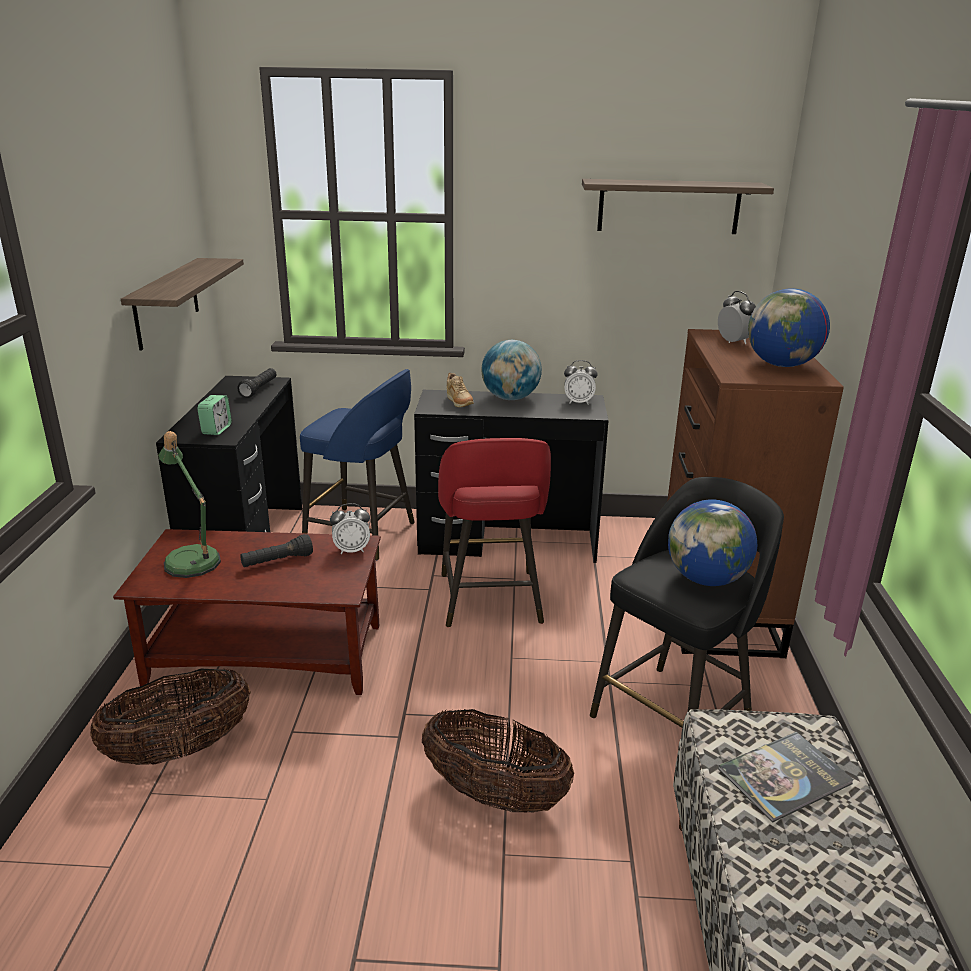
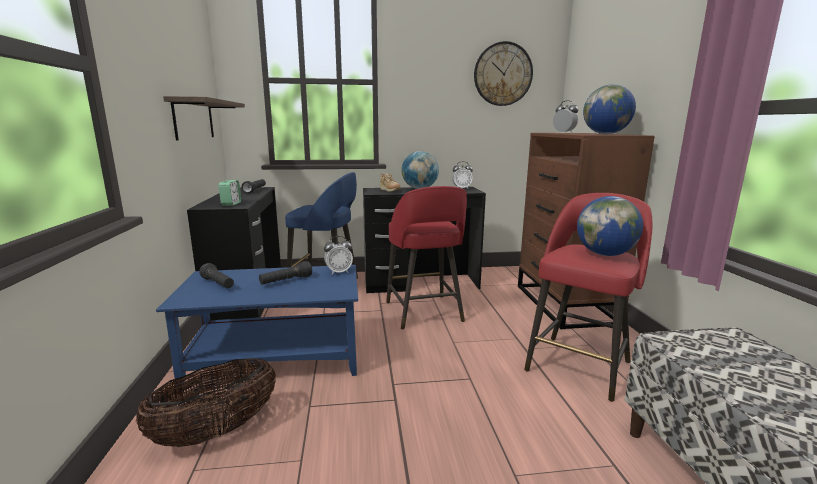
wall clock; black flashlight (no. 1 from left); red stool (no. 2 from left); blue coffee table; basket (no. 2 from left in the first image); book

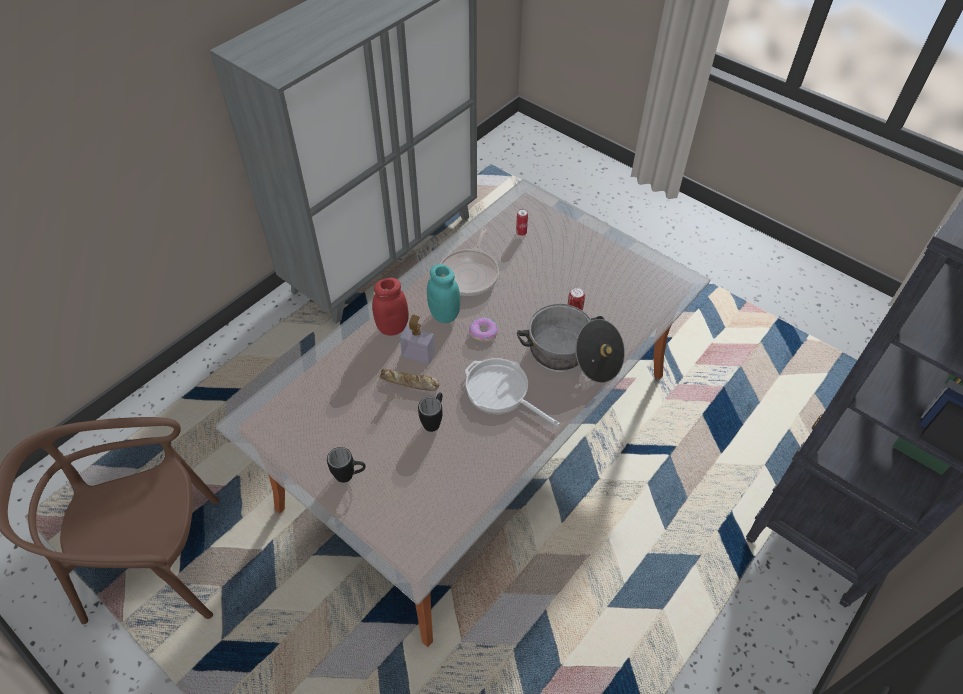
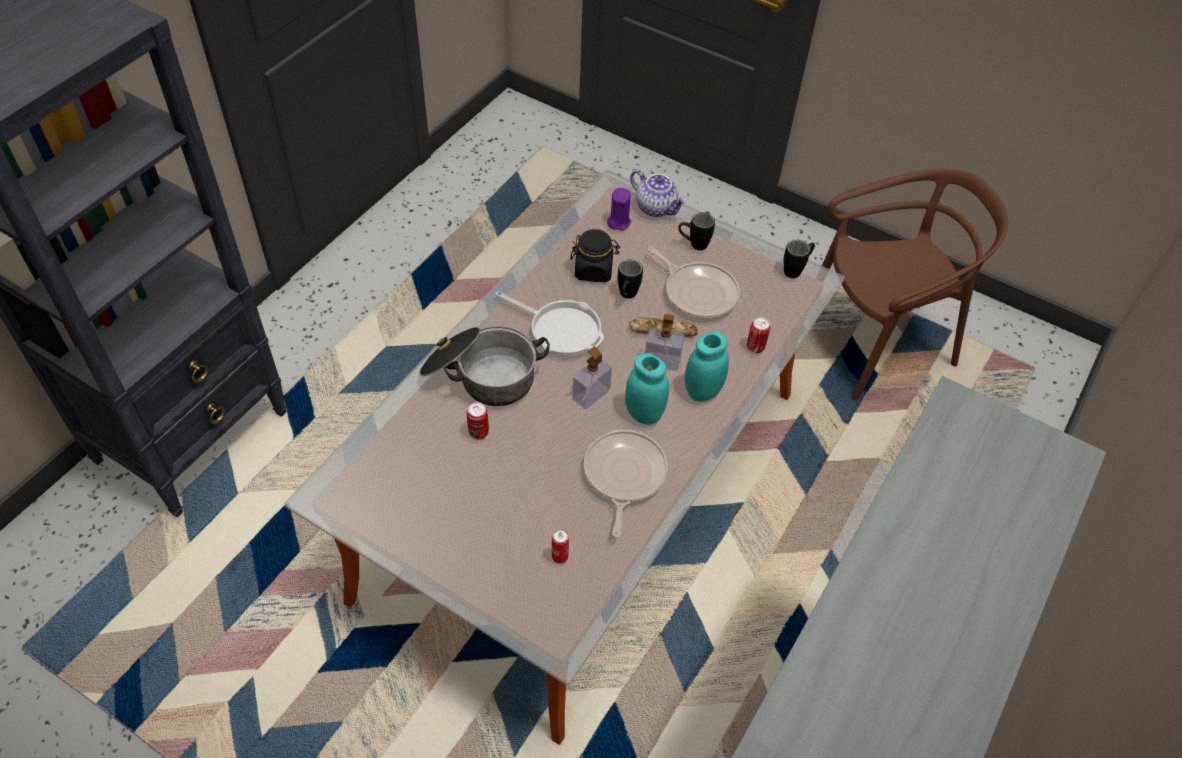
turquoise jar (no. 2 from left); soap dispenser (no. 1 from left); teapot; purple candle; black jar; black mug (no. 3 from left); frying pan (no. 3 from left); can (no. 3 from left)

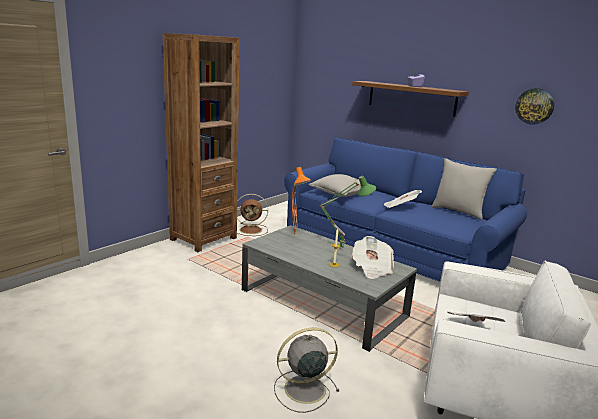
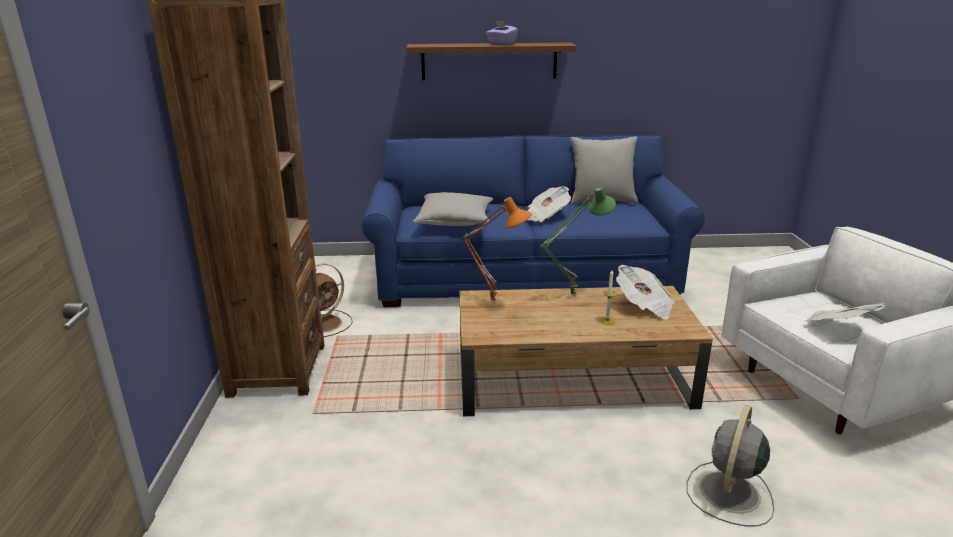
wall clock; brown coffee table

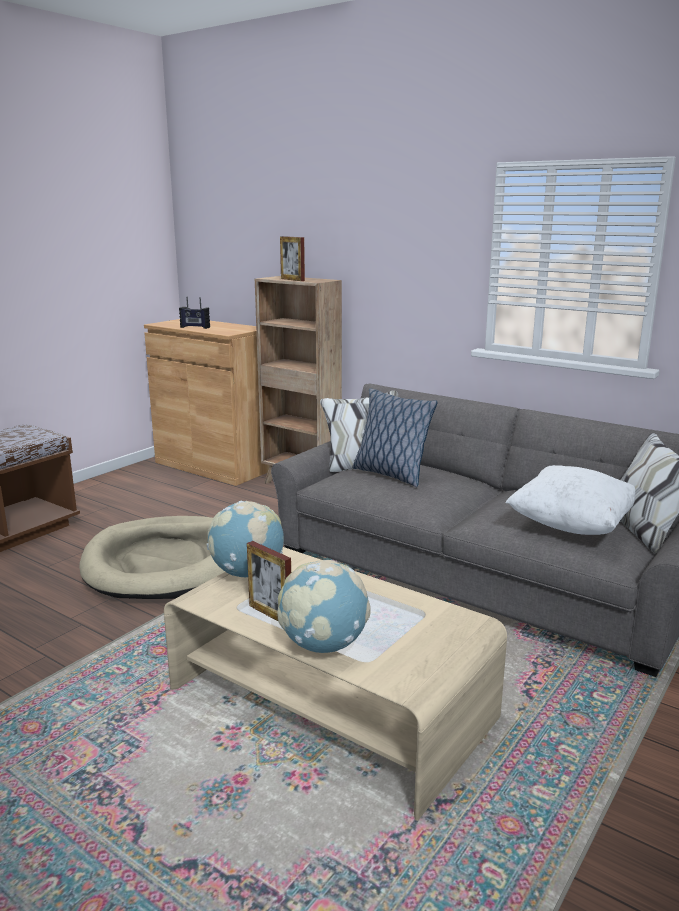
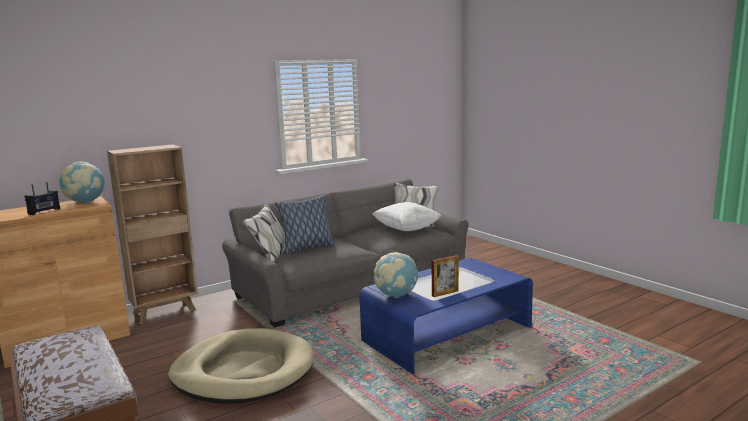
picture frame (no. 2 from left in the first image); blue coffee table; globe (no. 1 from left)

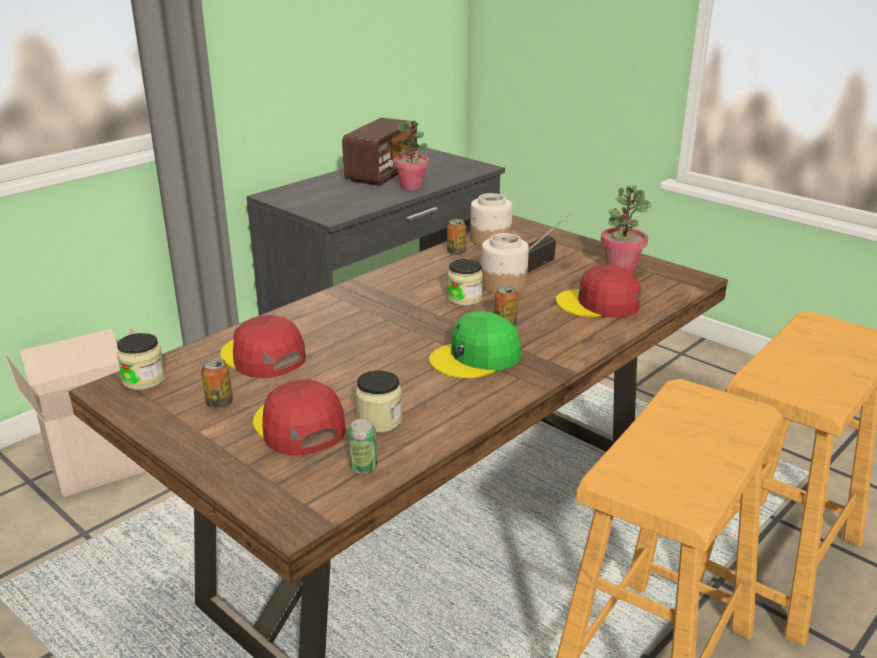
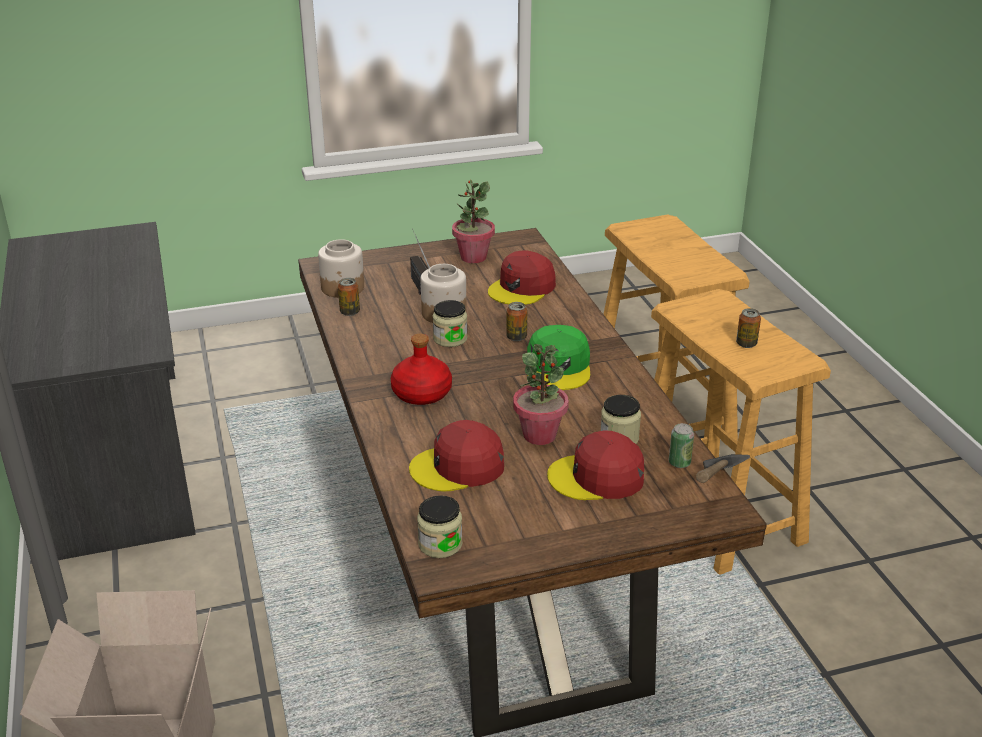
radio (no. 1 from left in the first image); potted plant (no. 2 from left); can (no. 4 from left); red bottle; hammer

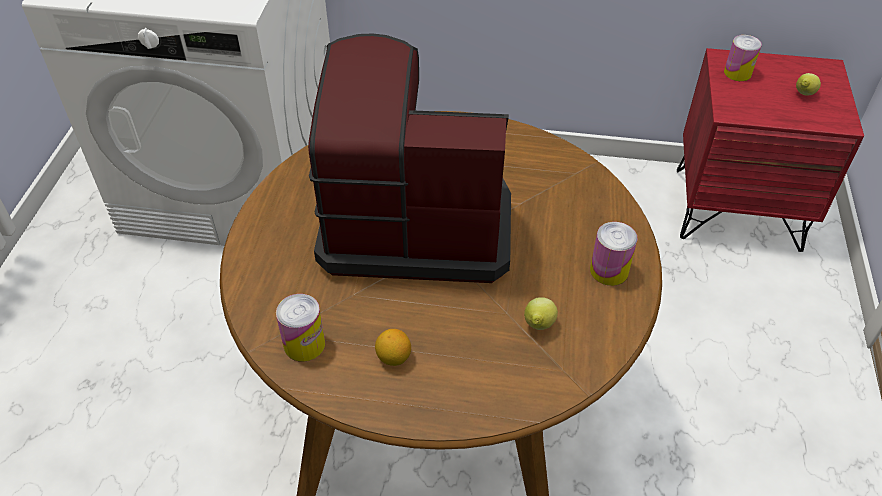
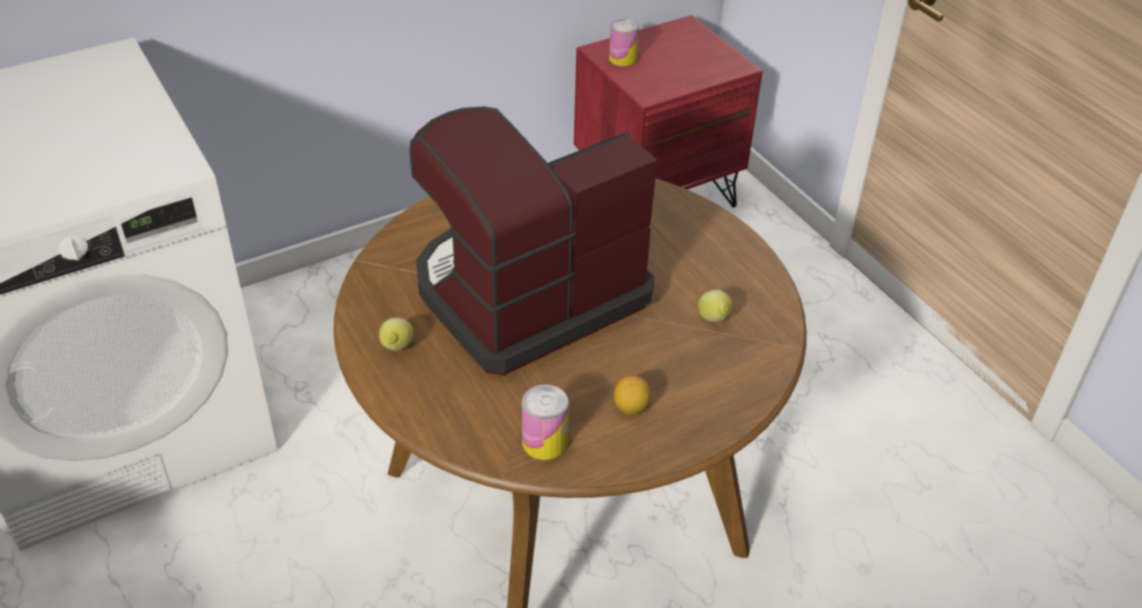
lemon (no. 1 from left); can (no. 2 from left in the first image)

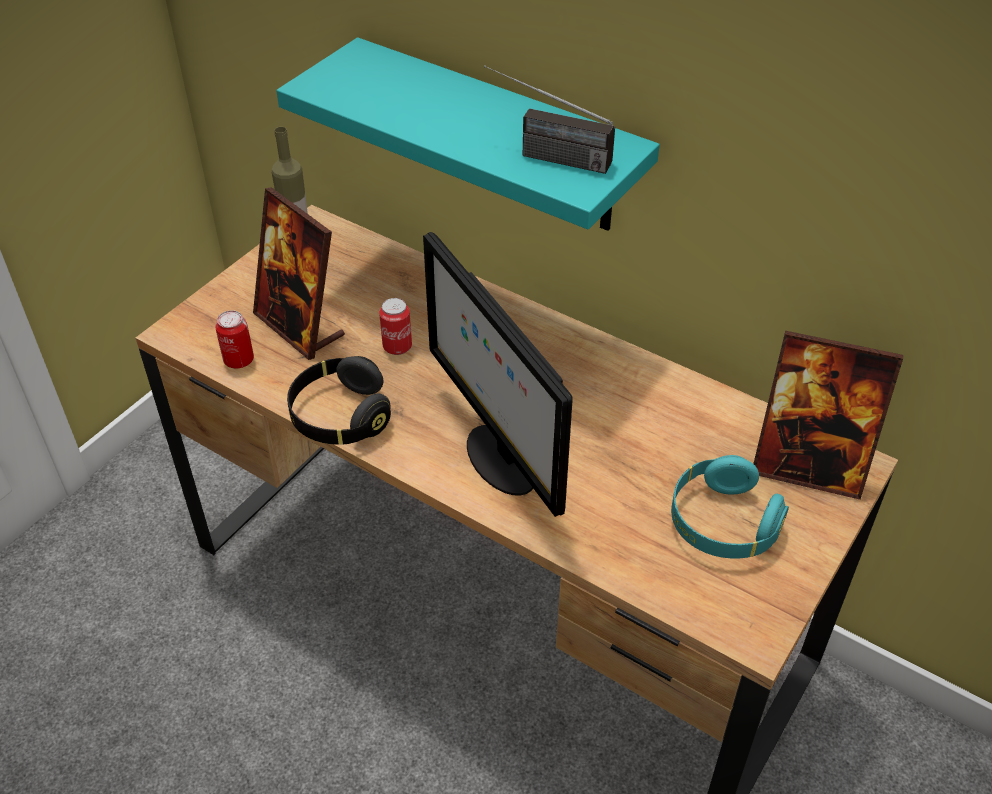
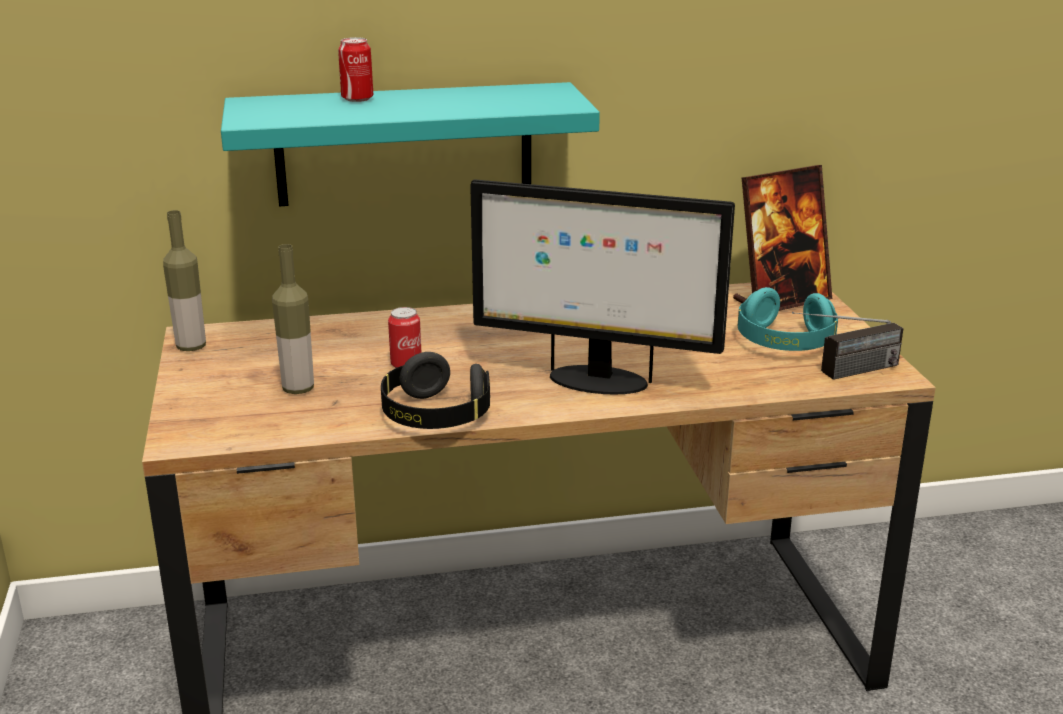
radio; bottle (no. 2 from left); can (no. 1 from left)

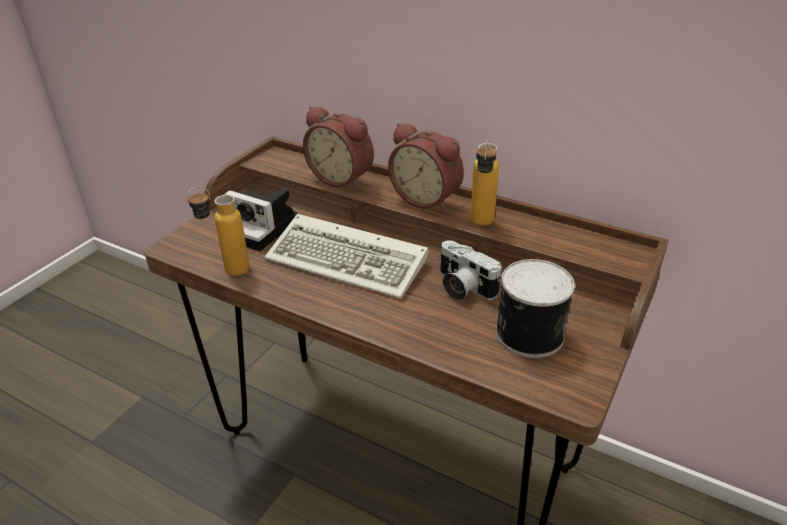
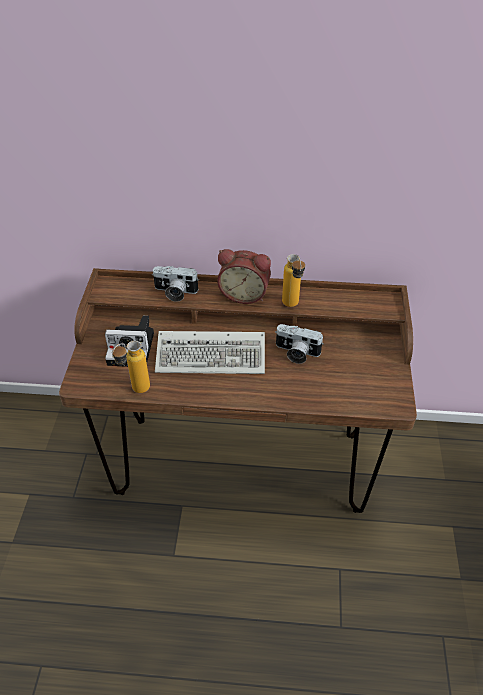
photo camera (no. 2 from left); can

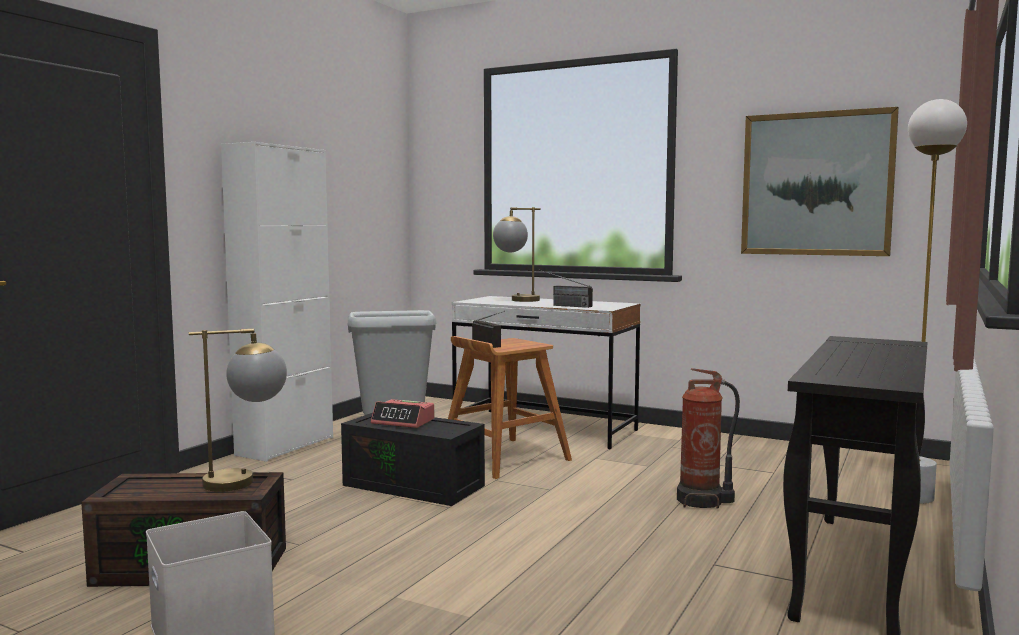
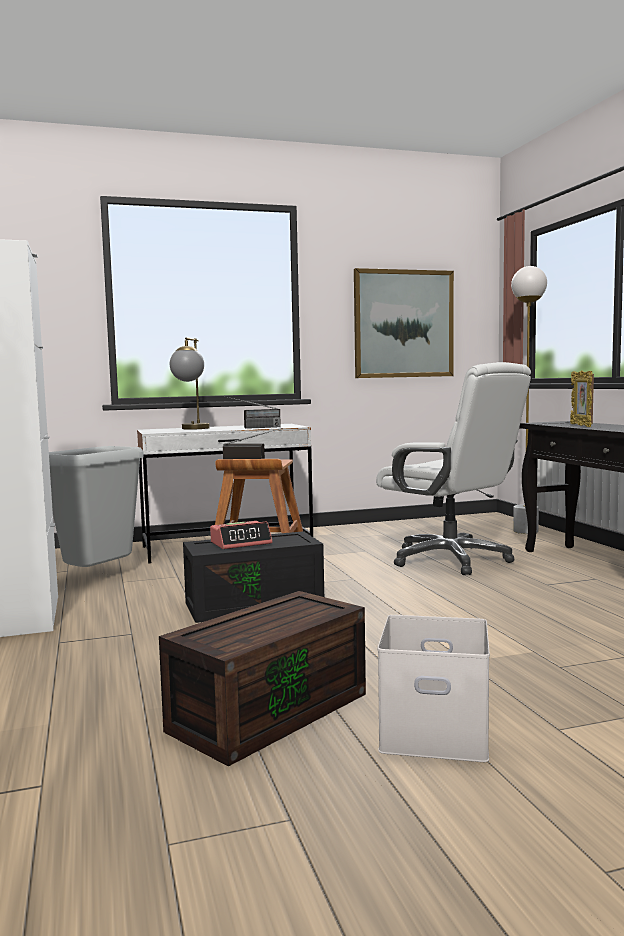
table lamp (no. 1 from left in the first image); white office chair; picture frame

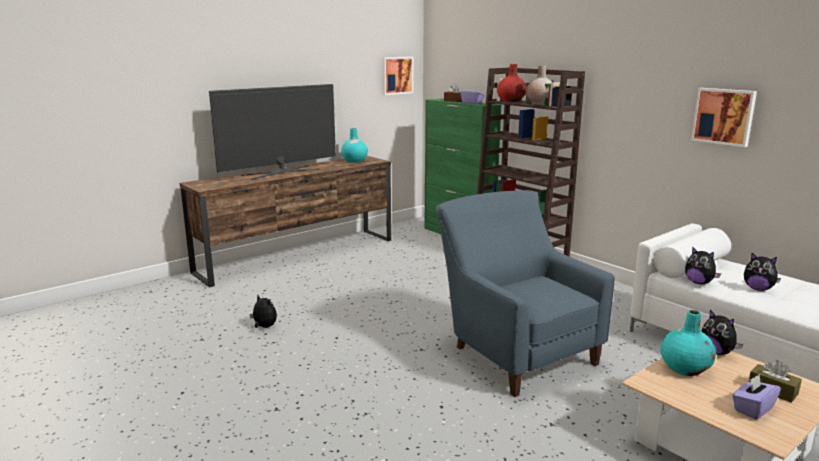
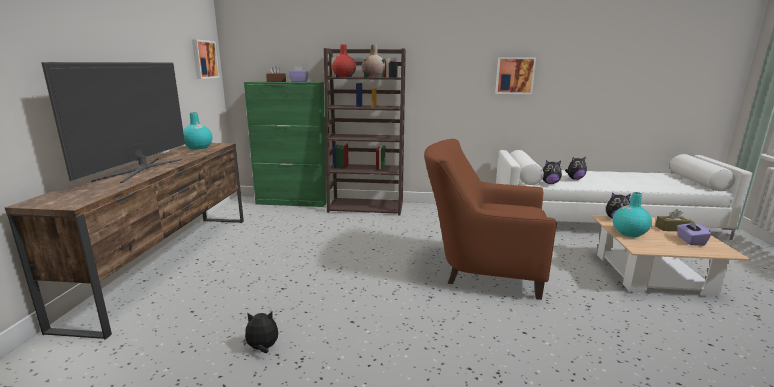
brown armchair

